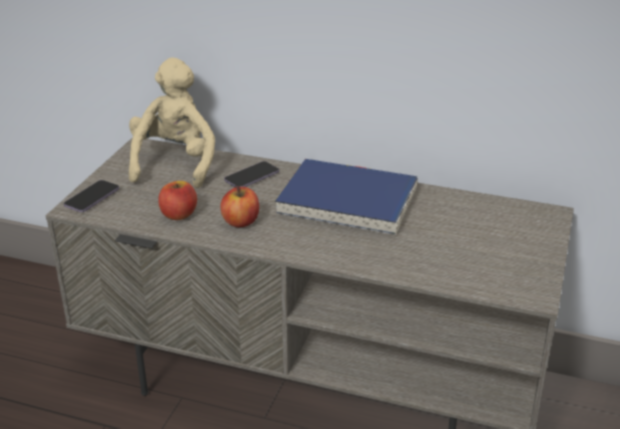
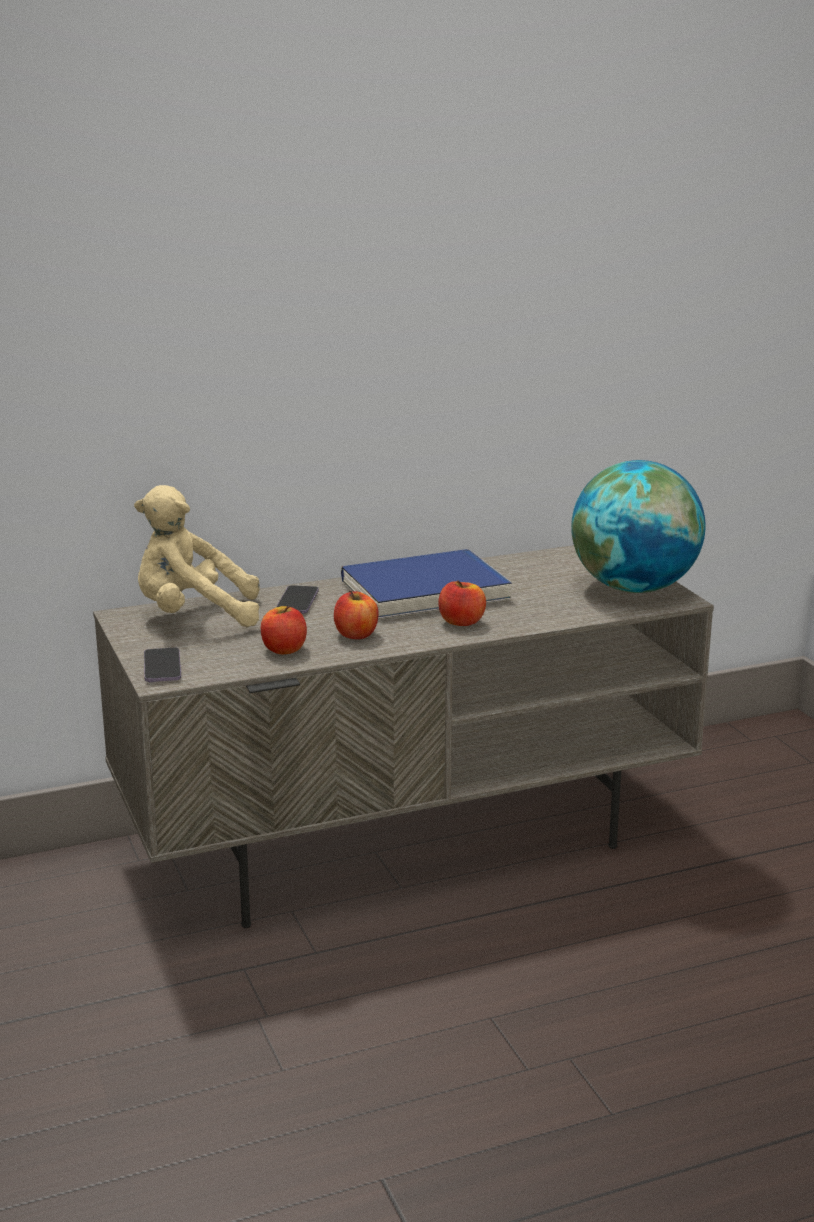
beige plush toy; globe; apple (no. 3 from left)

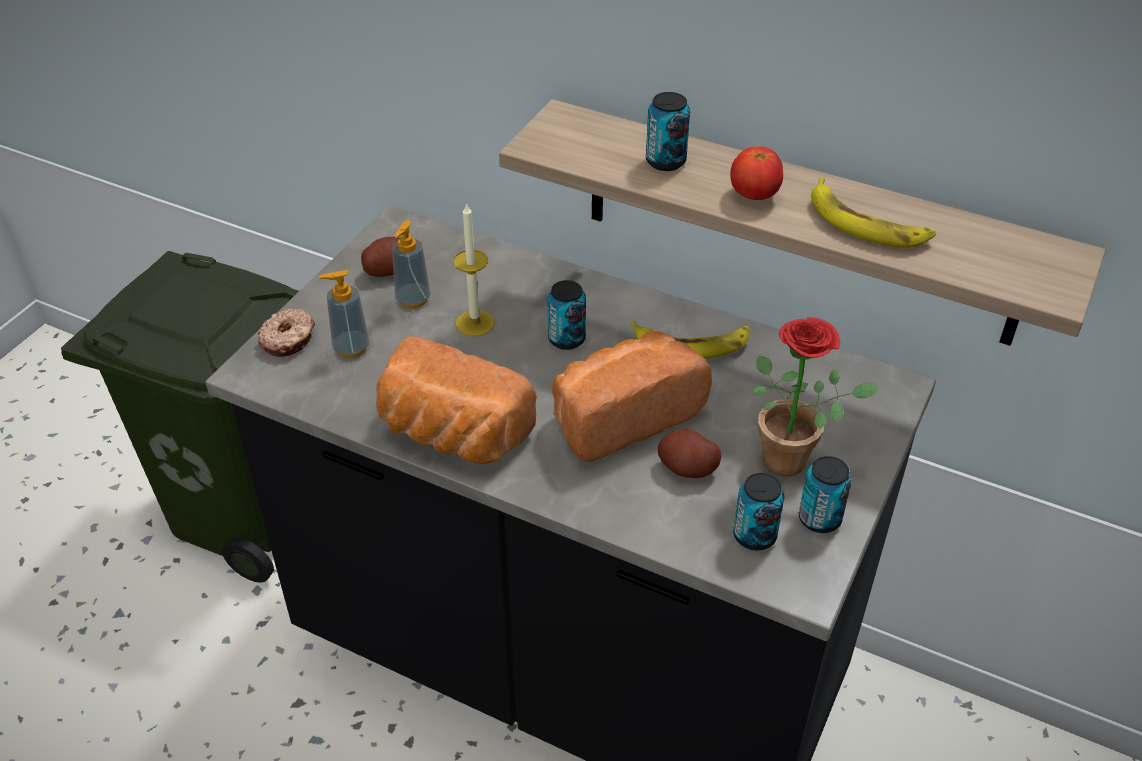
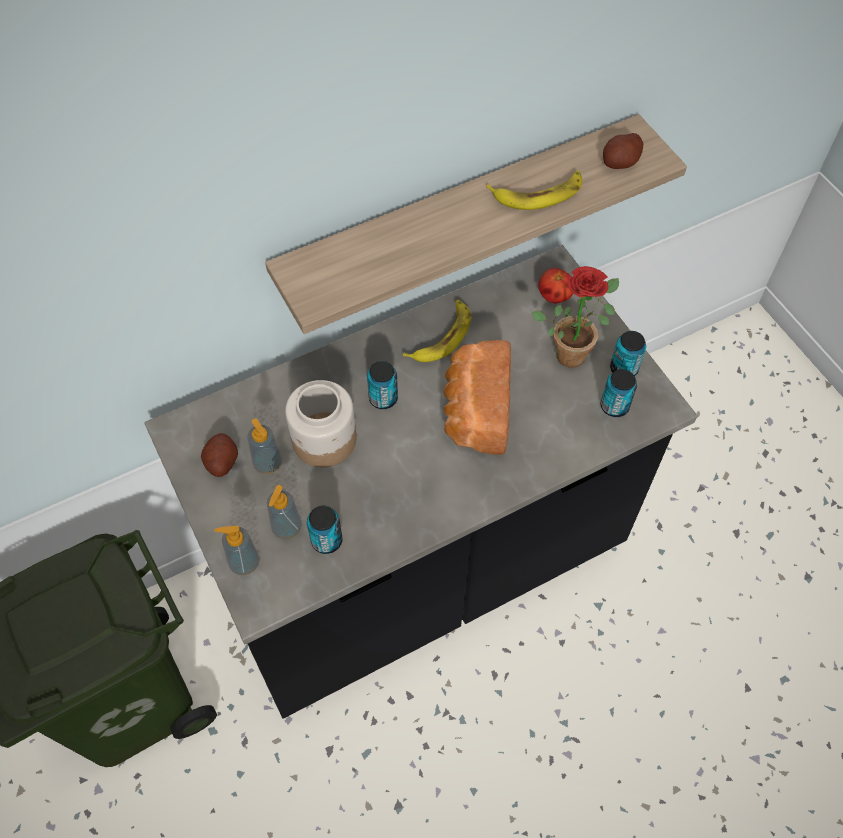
can (no. 1 from left); tomato; jar; soap dispenser (no. 1 from left); bread (no. 1 from left in the first image); potato (no. 2 from left)

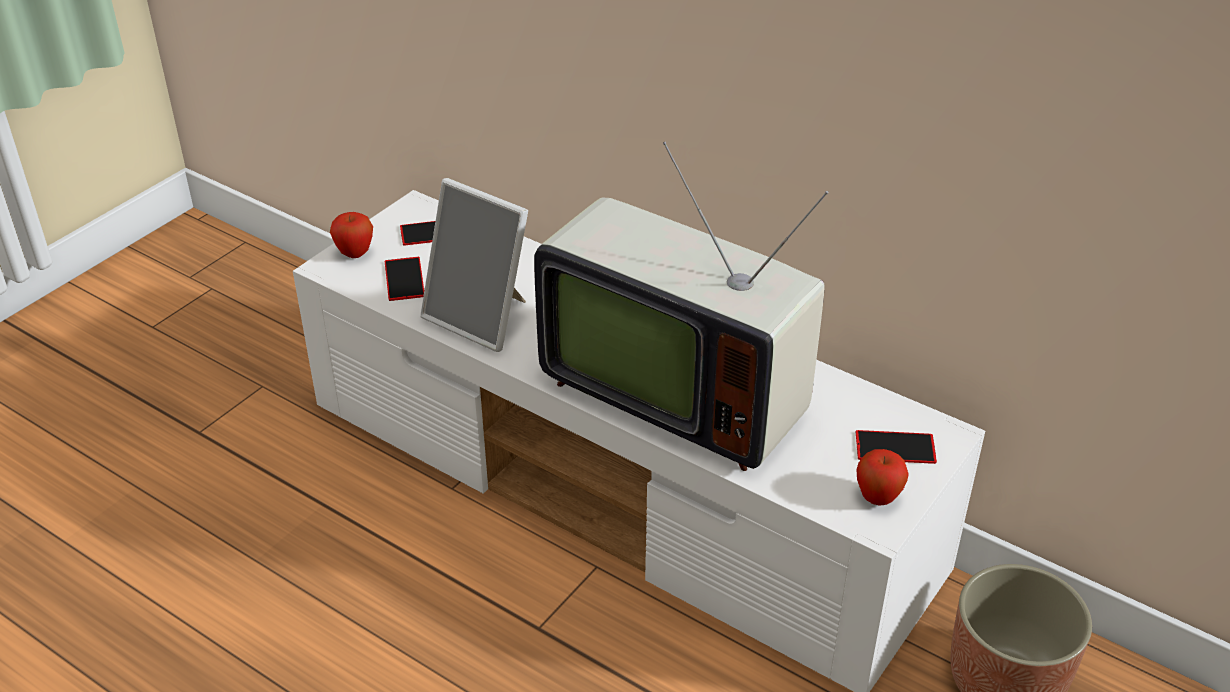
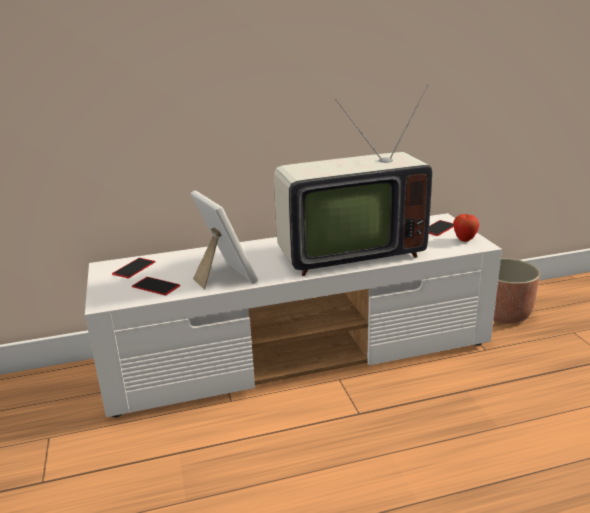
picture frame; apple (no. 1 from left in the first image)

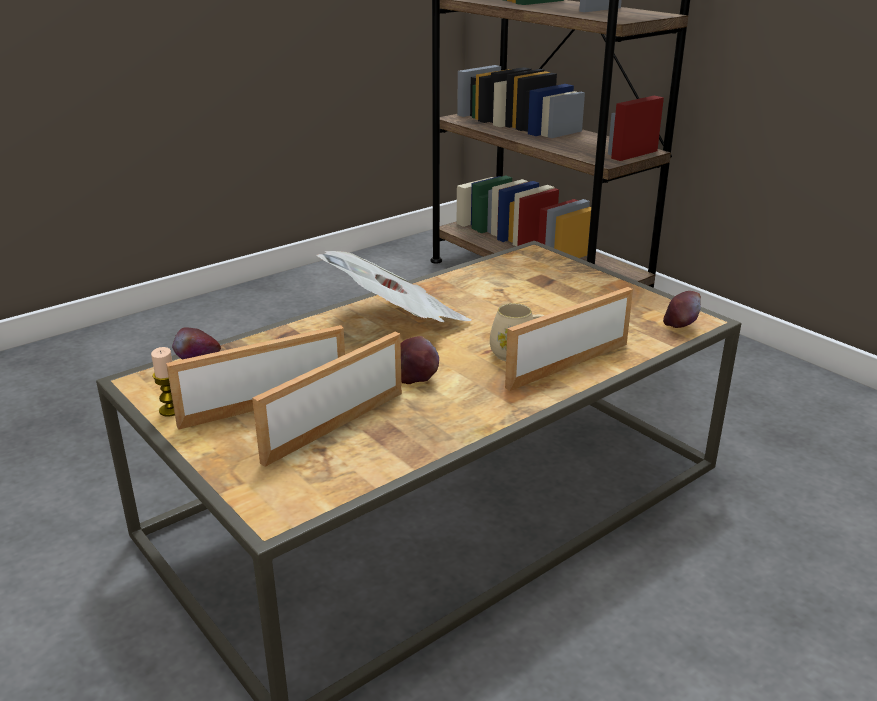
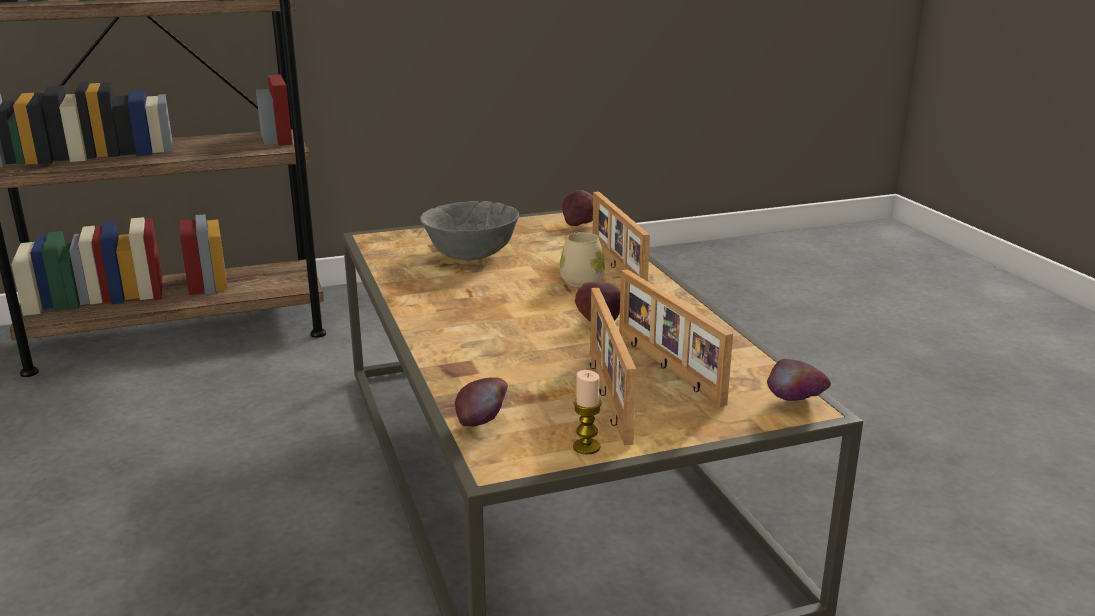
newspaper; grey bowl; apple (no. 4 from left)

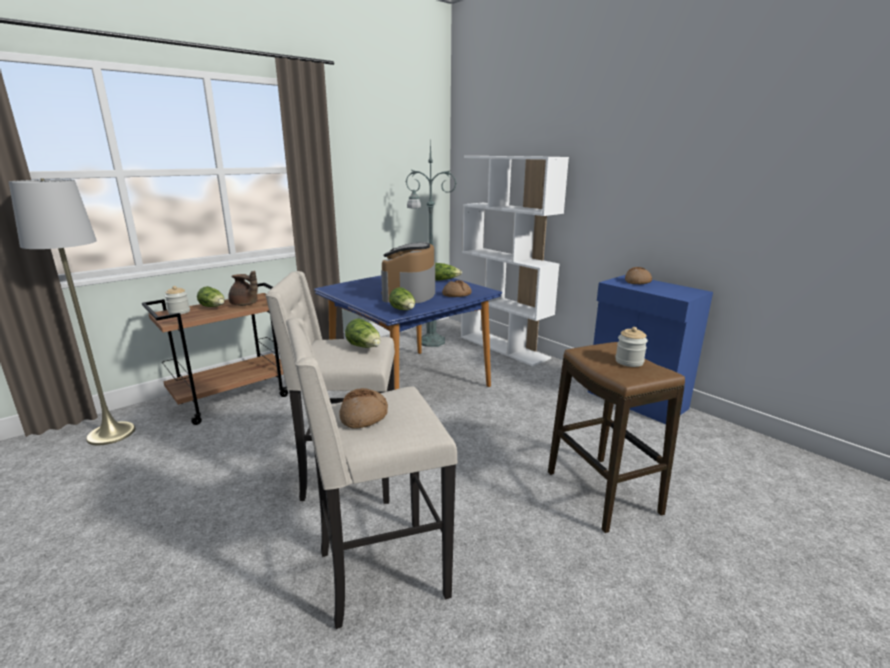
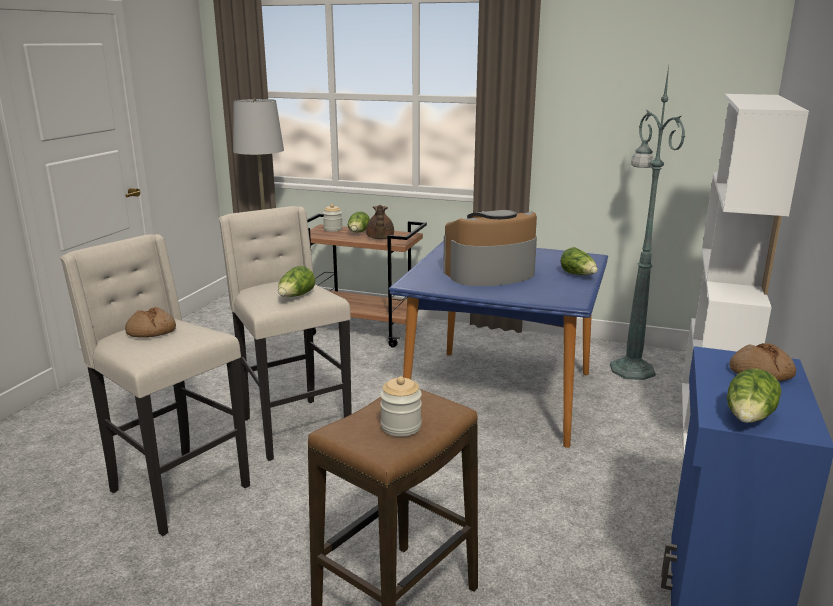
bread (no. 2 from left in the first image); lettuce (no. 4 from left)

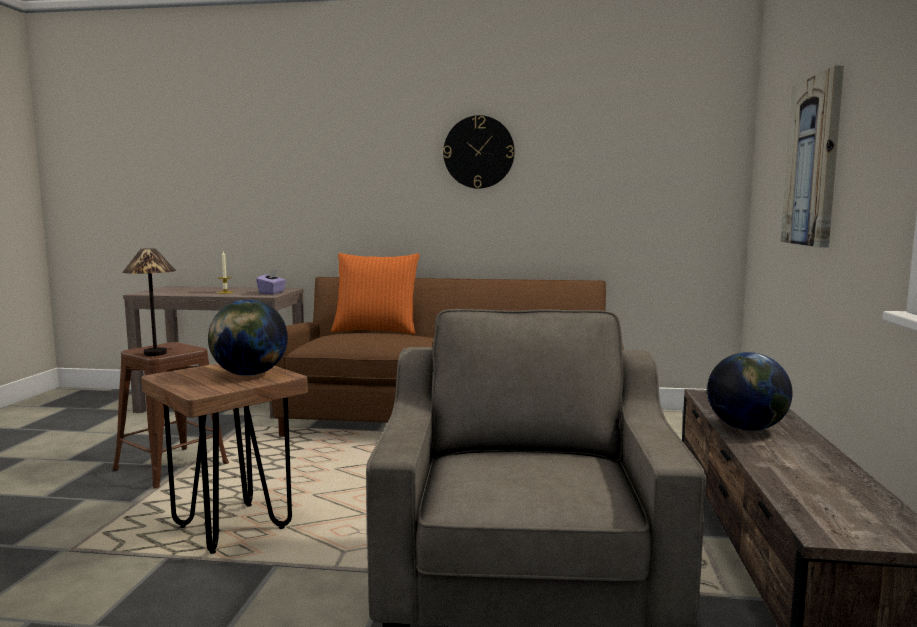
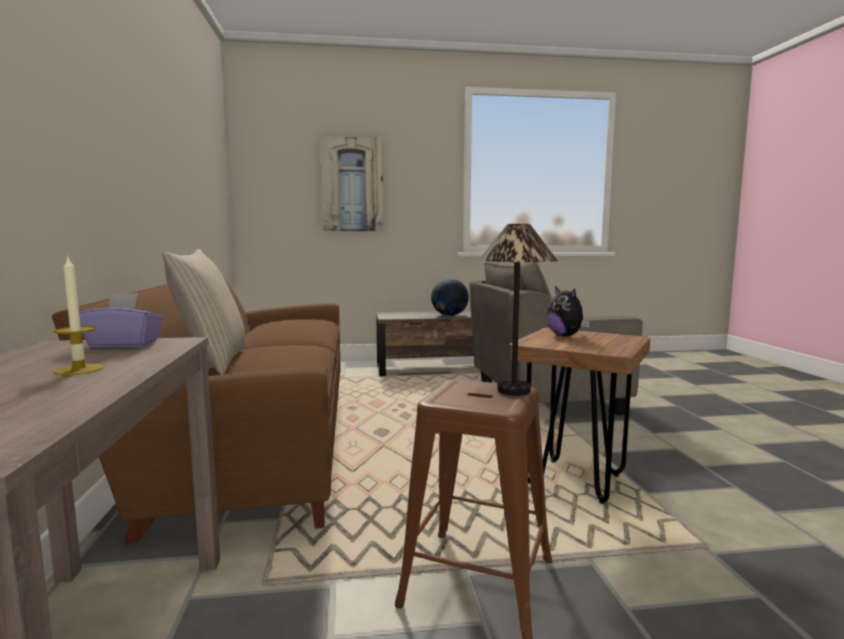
wall clock; beige pillow; plush toy

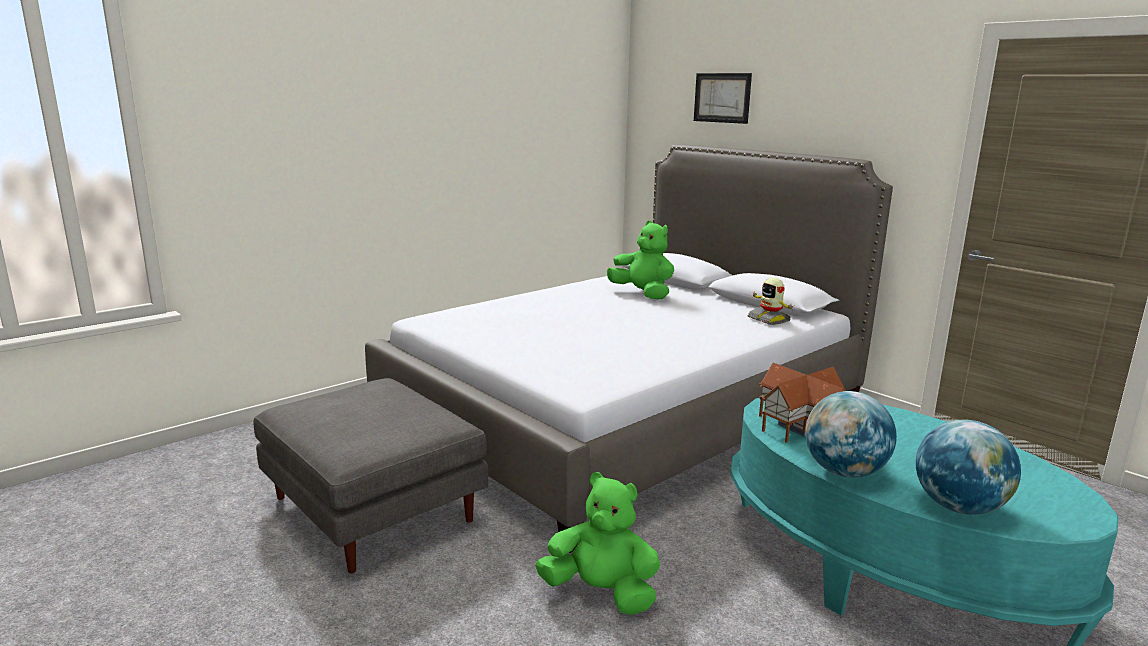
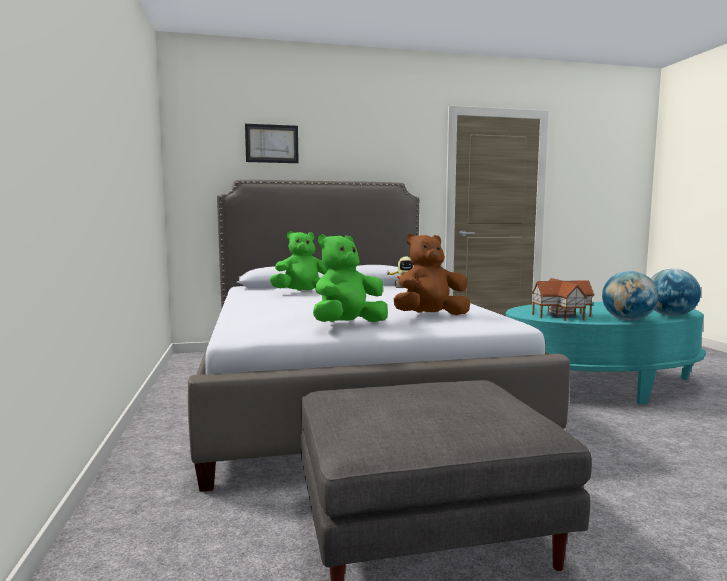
green plush toy (no. 2 from left); brown plush toy

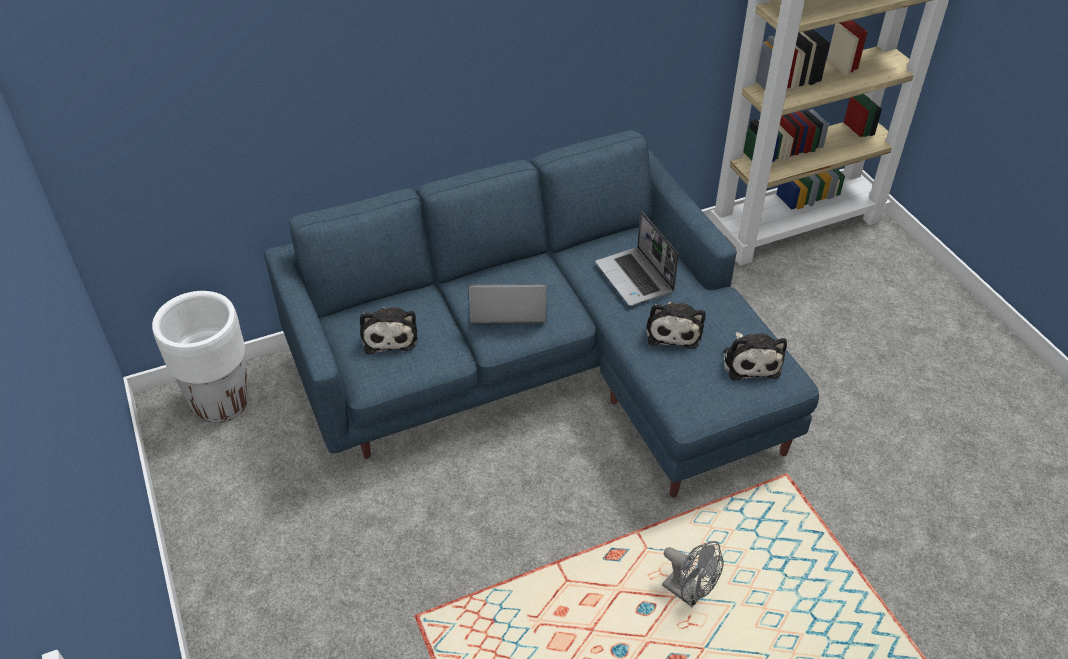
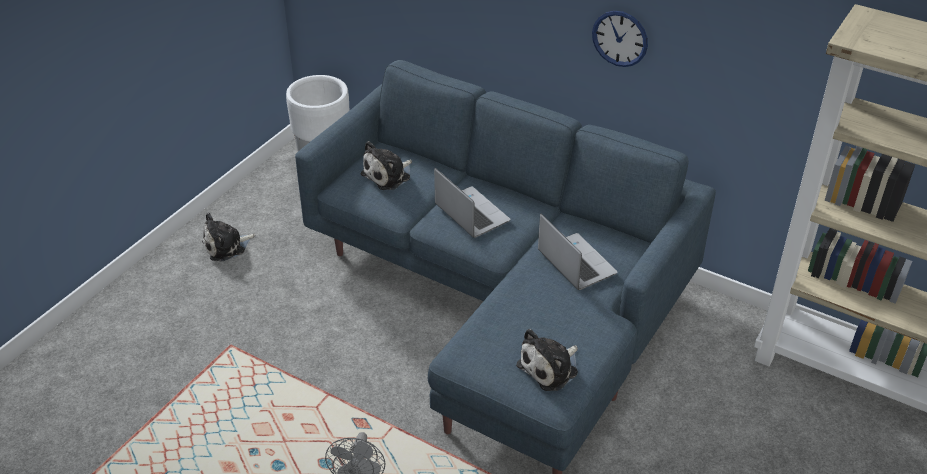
laptop (no. 2 from left); plush toy (no. 1 from left); wall clock

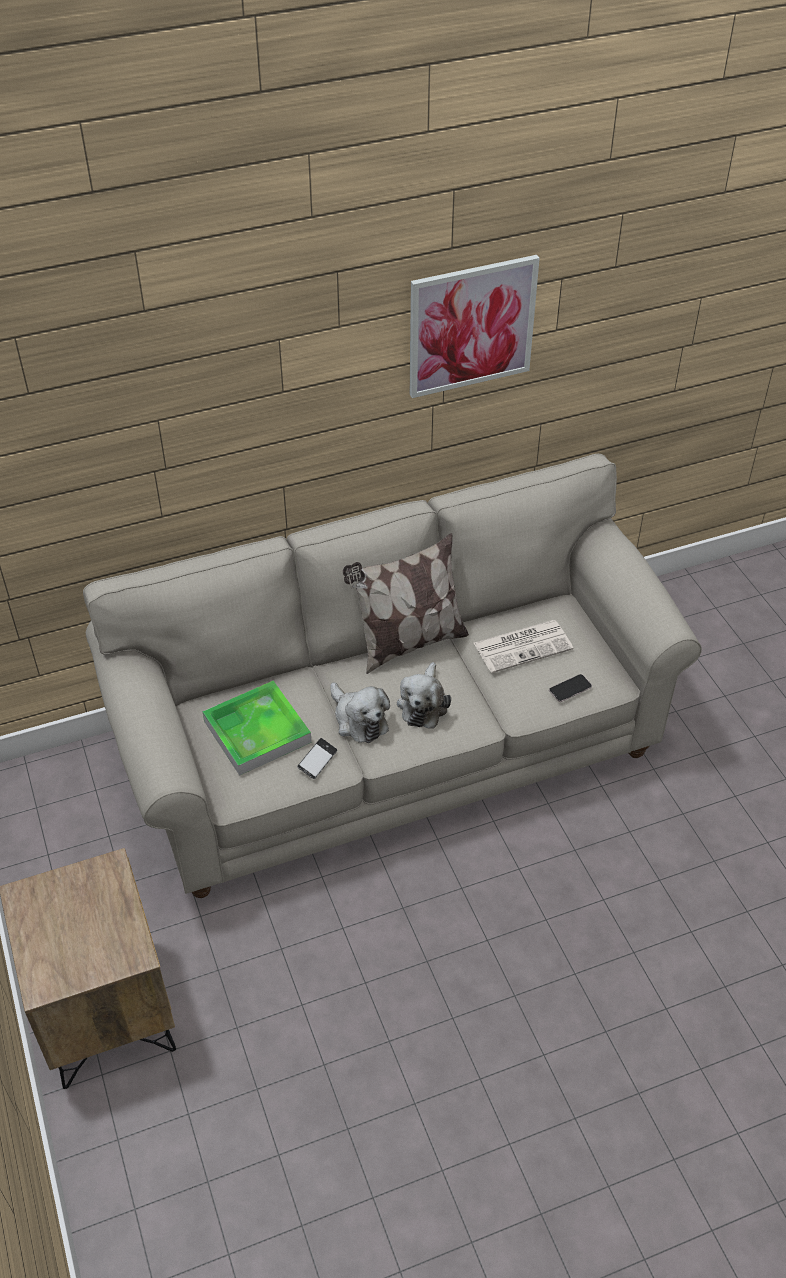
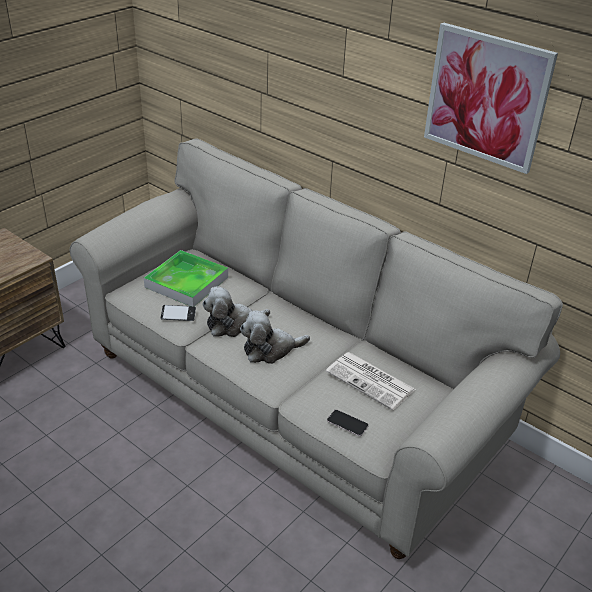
pillow; plush toy (no. 1 from left)

